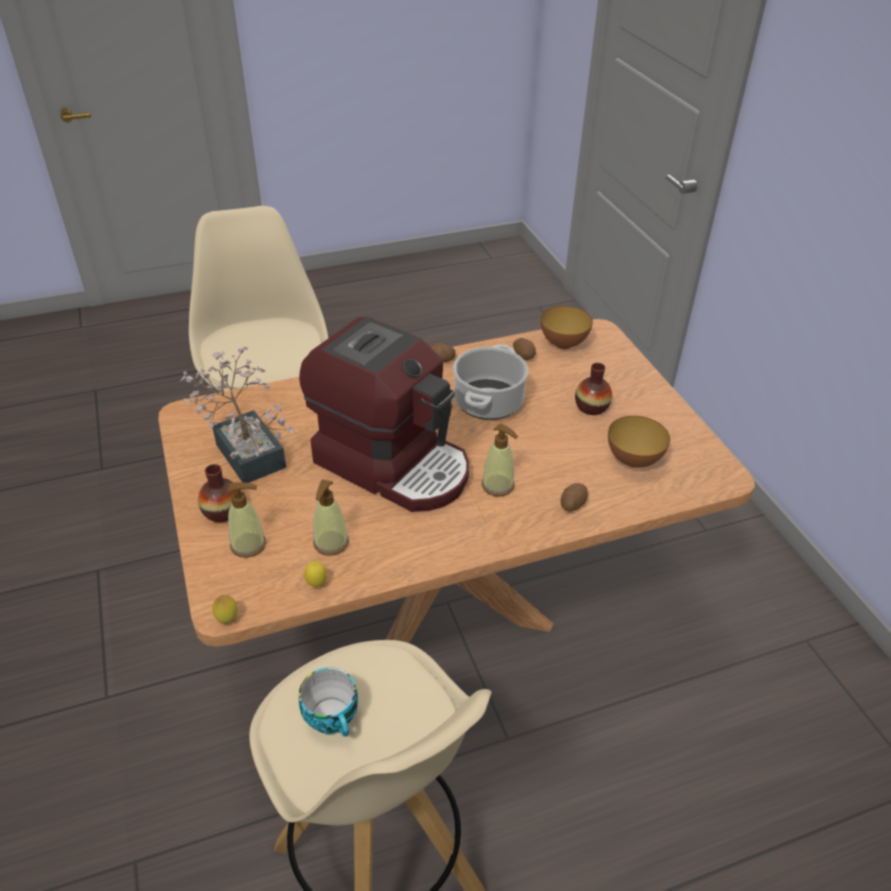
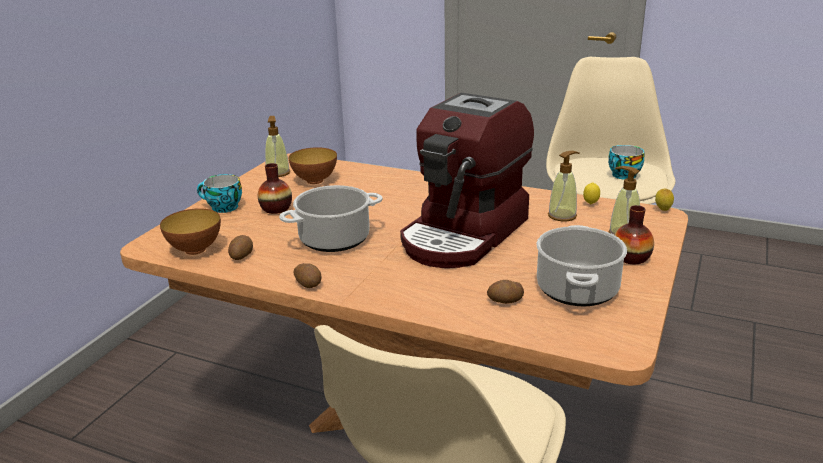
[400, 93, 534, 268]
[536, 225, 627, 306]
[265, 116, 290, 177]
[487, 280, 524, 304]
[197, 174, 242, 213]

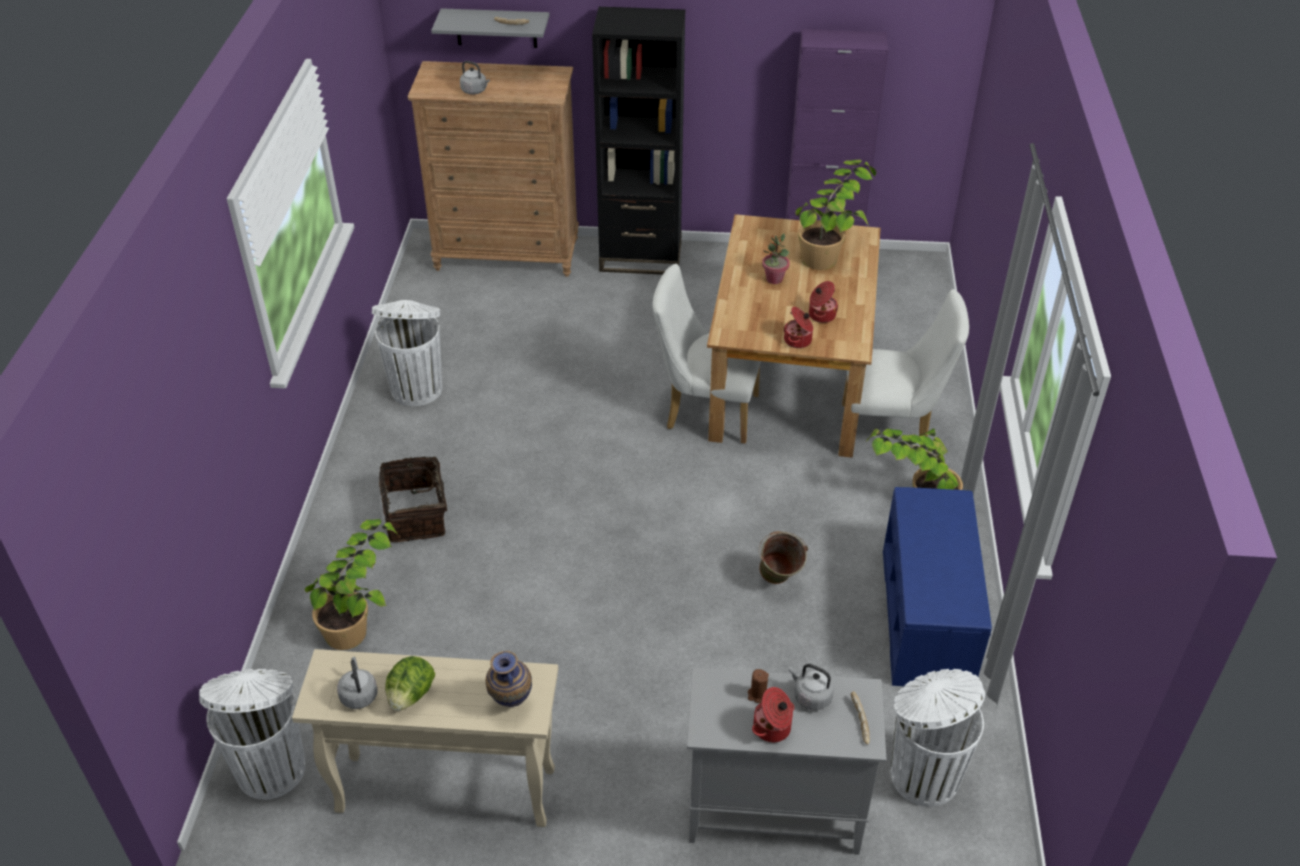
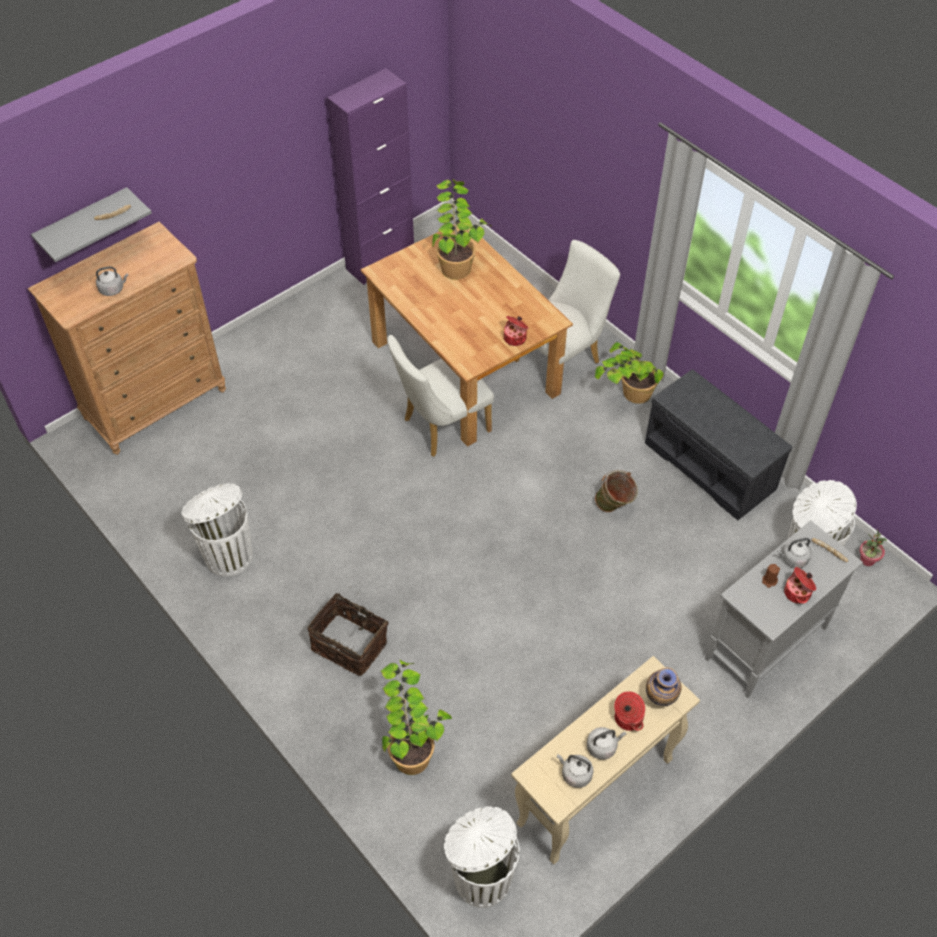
[592, 7, 686, 275] (first image)
[860, 529, 887, 566]
[614, 691, 645, 731]
[645, 369, 792, 520]
[587, 727, 626, 760]

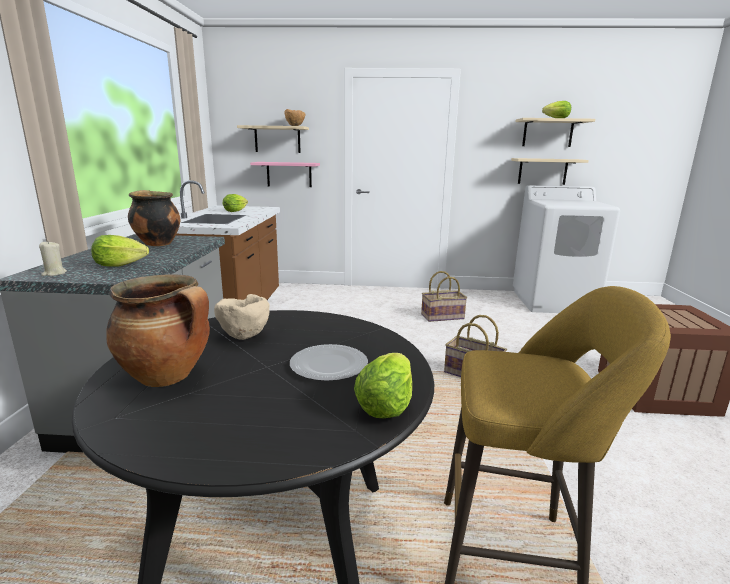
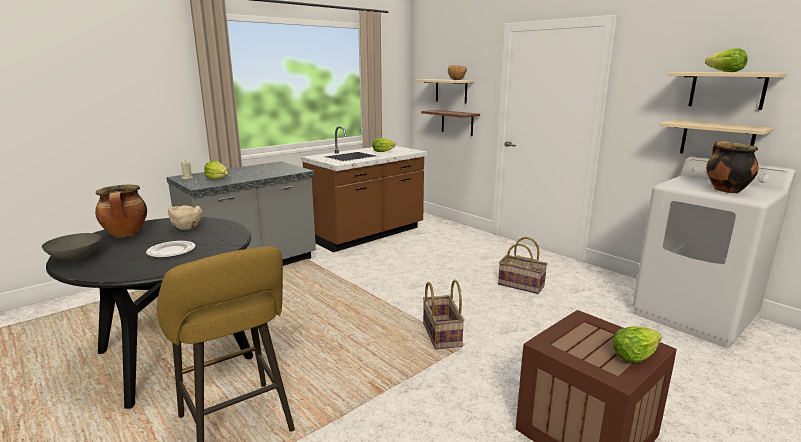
[421, 110, 480, 136]
[706, 141, 759, 193]
[612, 326, 662, 363]
[42, 233, 101, 262]

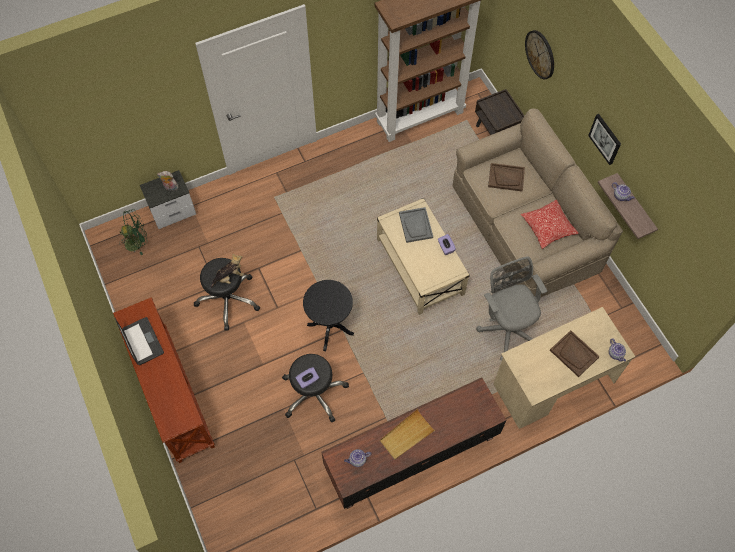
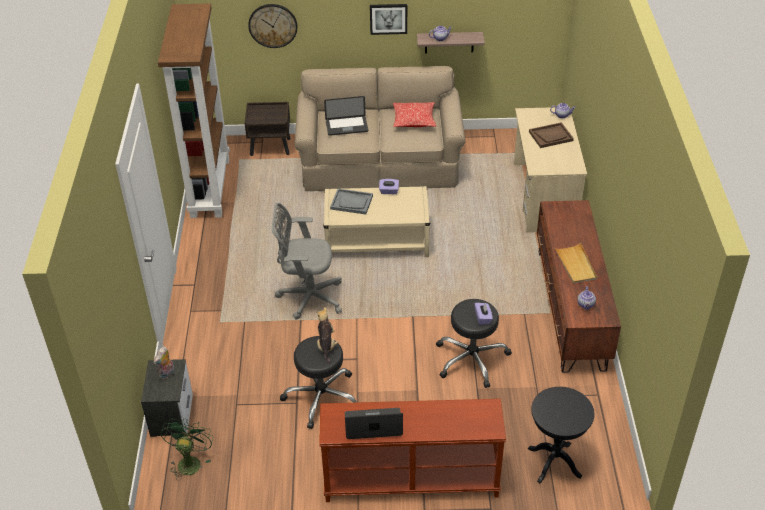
[324, 96, 368, 136]
[272, 203, 342, 320]
[528, 387, 594, 483]

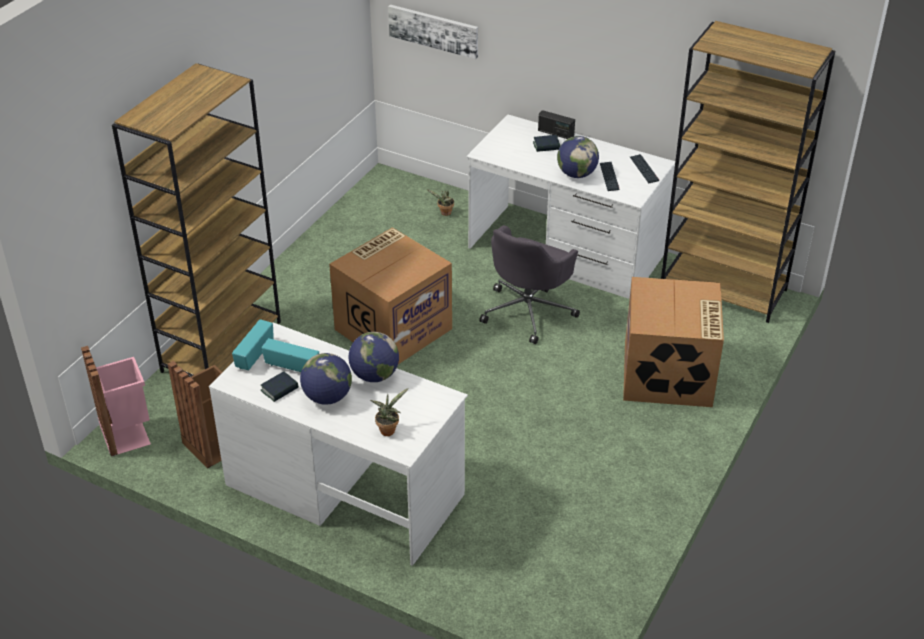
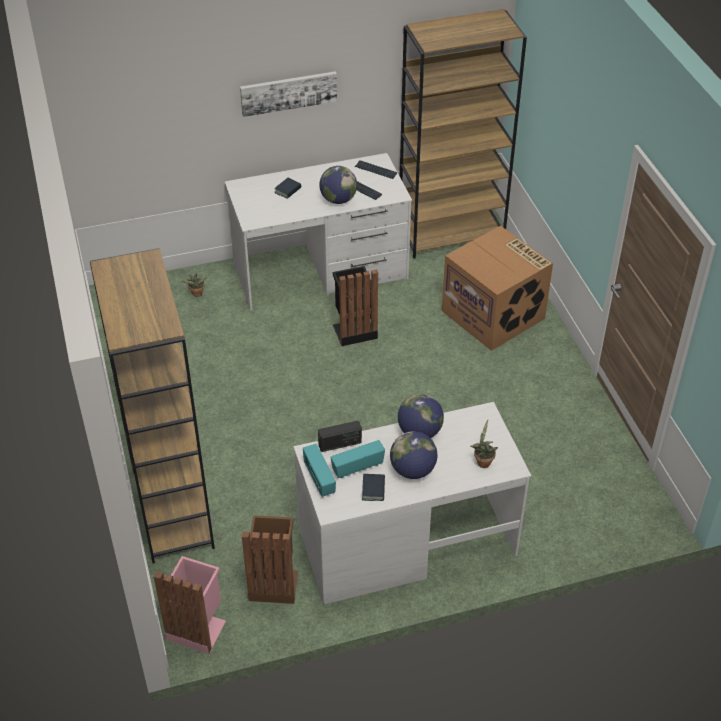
[240, 71, 337, 117]
[318, 421, 362, 452]
[333, 266, 378, 346]
[329, 227, 452, 364] (first image)

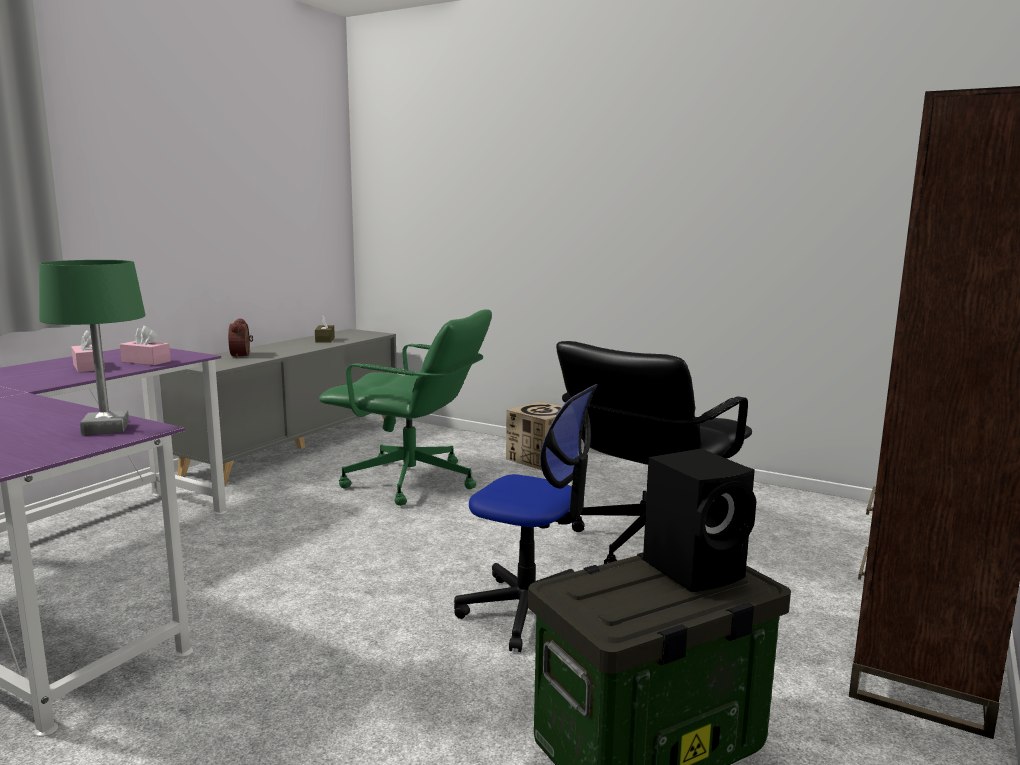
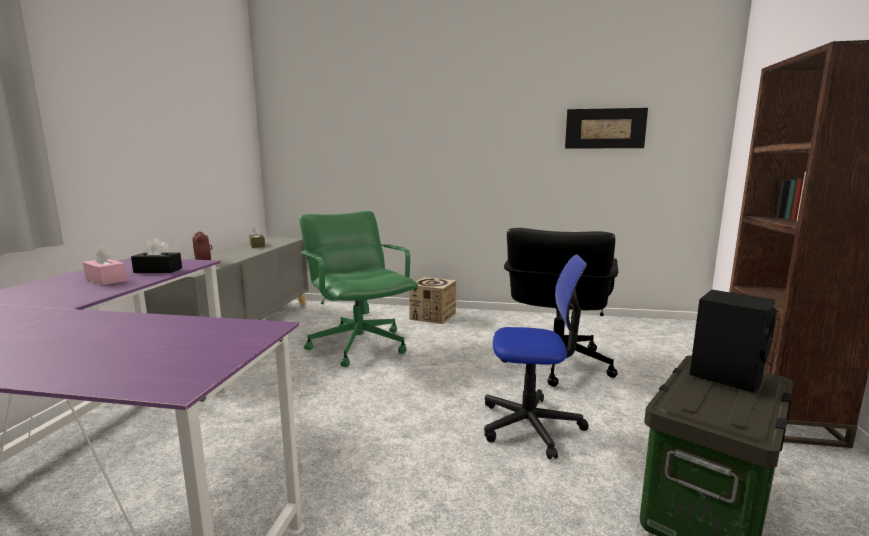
[39, 260, 145, 436] (first image)
[299, 211, 418, 367]
[131, 238, 182, 273]
[565, 108, 648, 149]

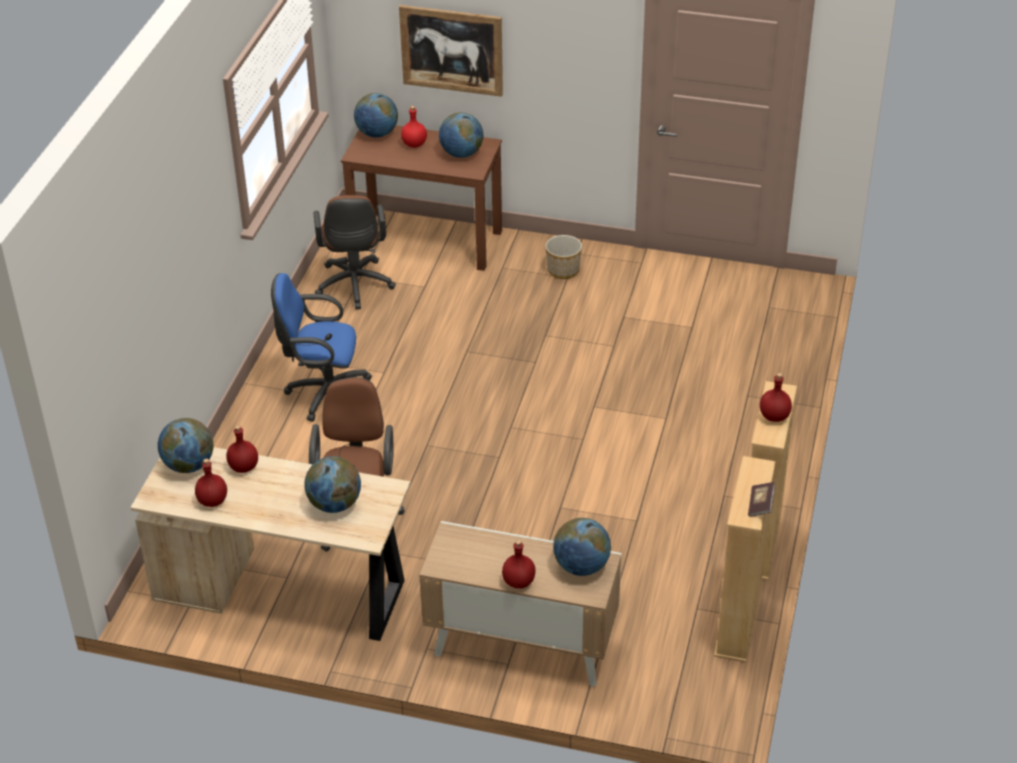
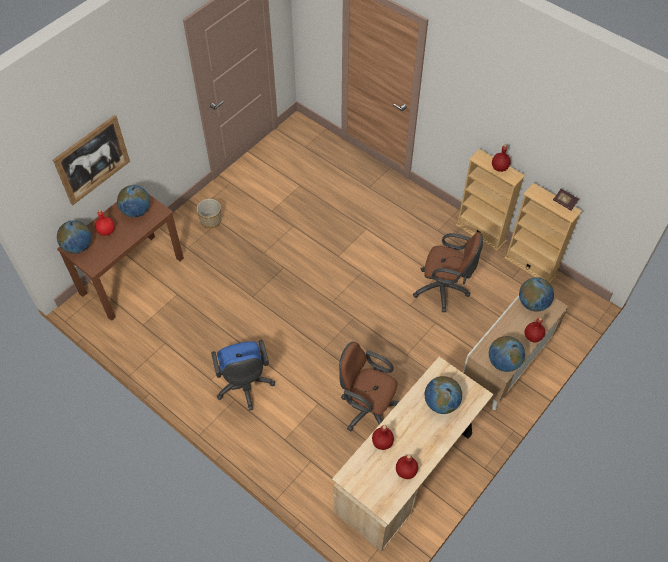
[413, 232, 483, 312]
[211, 340, 275, 411]
[489, 336, 525, 372]

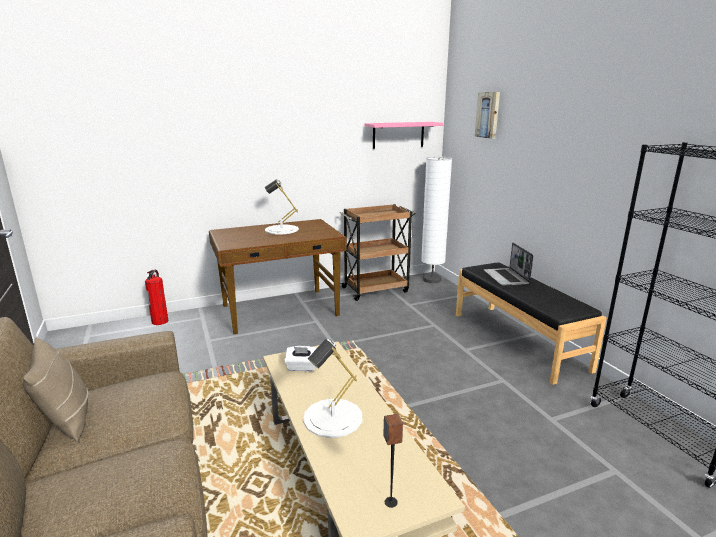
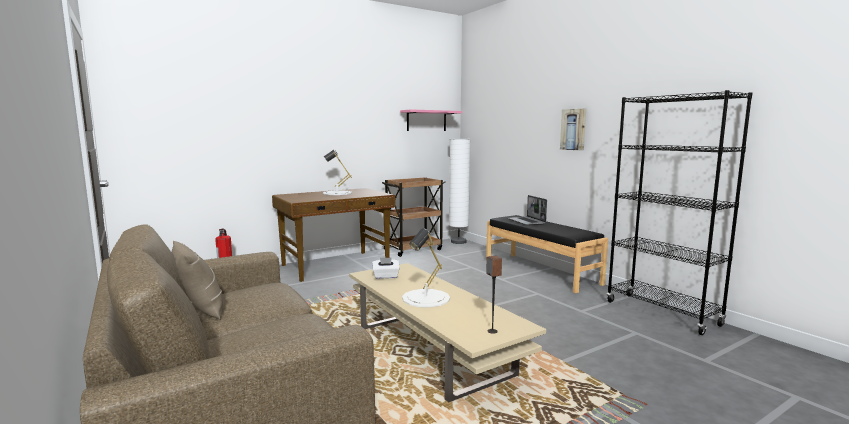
[560, 109, 586, 150]

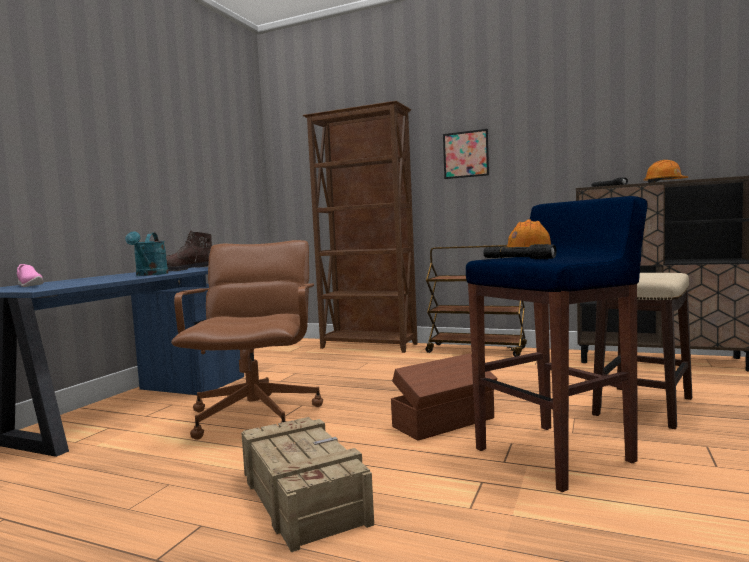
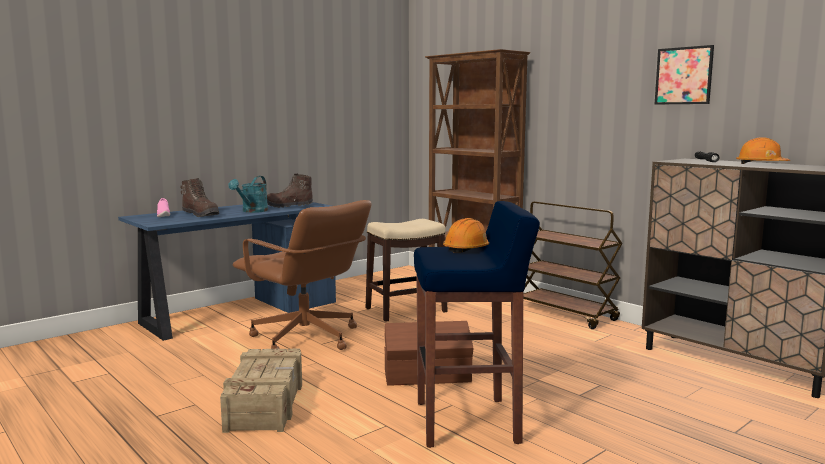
[655, 45, 714, 105]
[233, 200, 371, 350]
[483, 244, 556, 259] (first image)
[366, 219, 448, 322]
[180, 178, 219, 217]

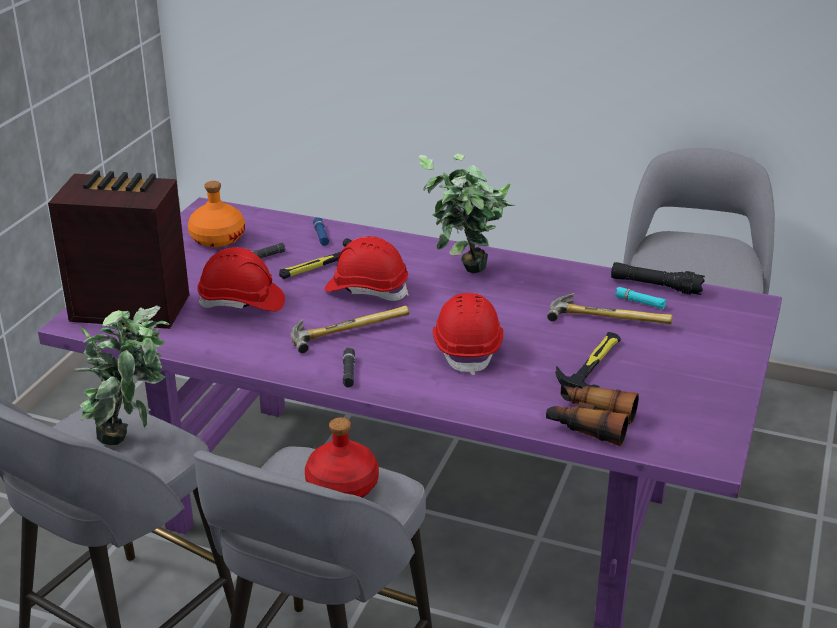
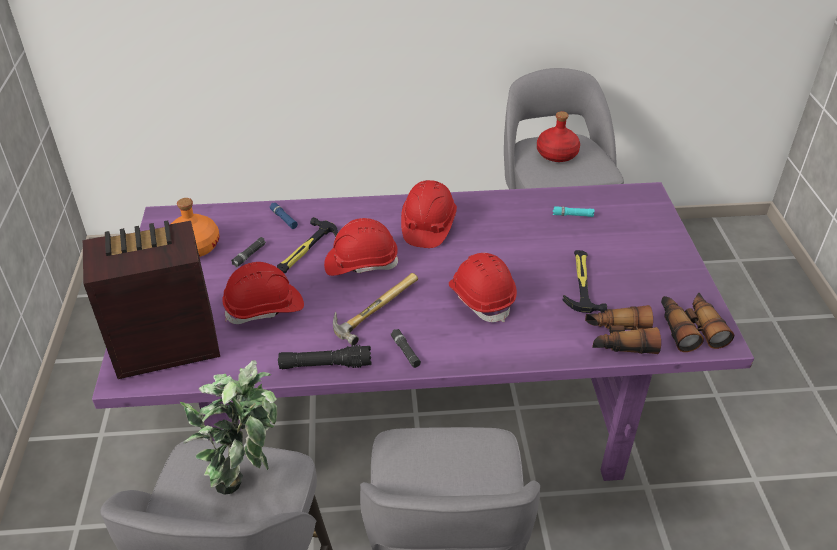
[401, 180, 457, 248]
[278, 345, 372, 369]
[547, 293, 673, 325] (first image)
[537, 111, 580, 162]
[661, 293, 734, 352]

